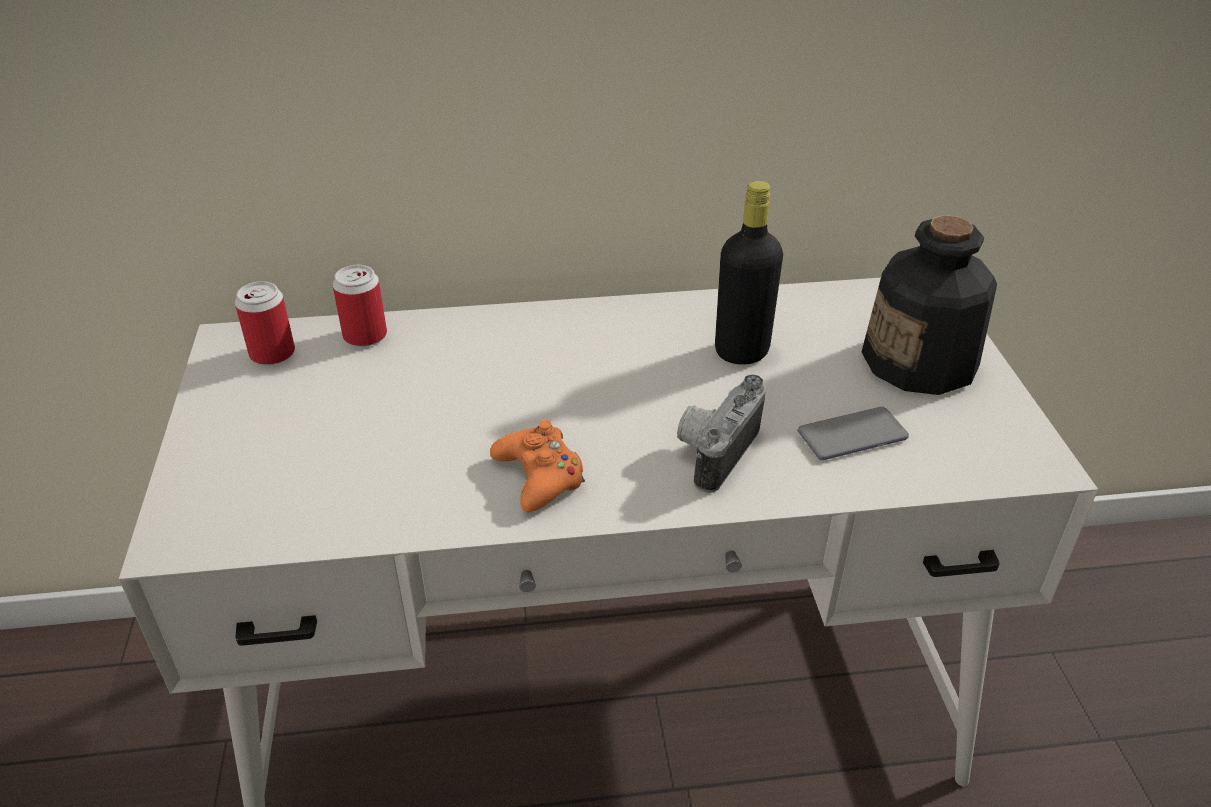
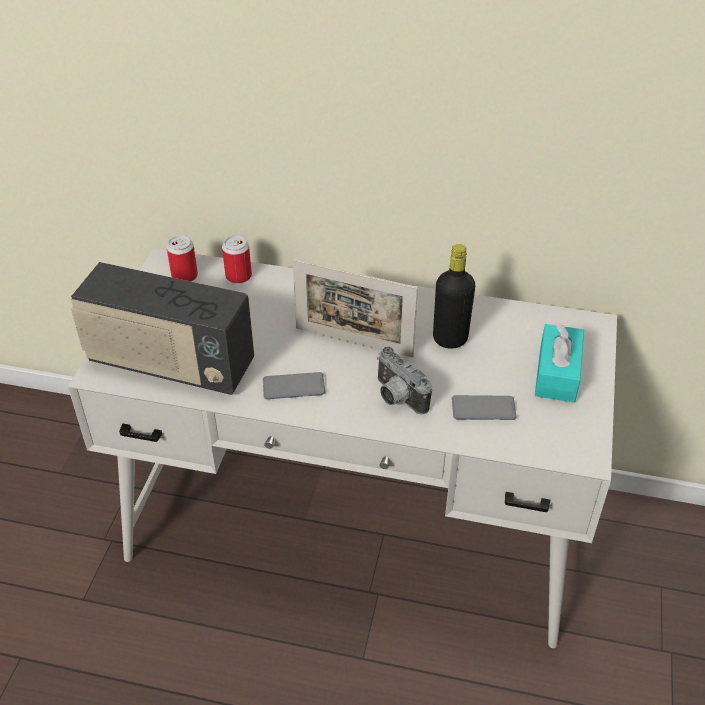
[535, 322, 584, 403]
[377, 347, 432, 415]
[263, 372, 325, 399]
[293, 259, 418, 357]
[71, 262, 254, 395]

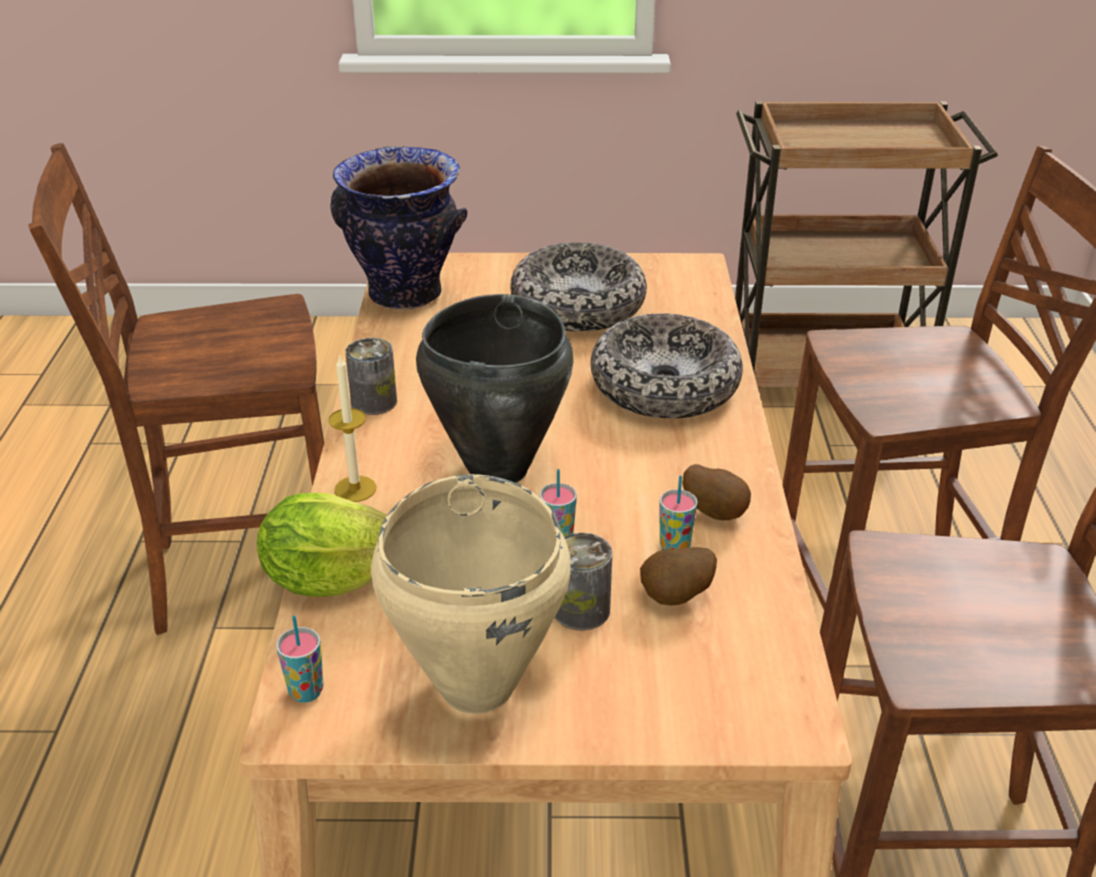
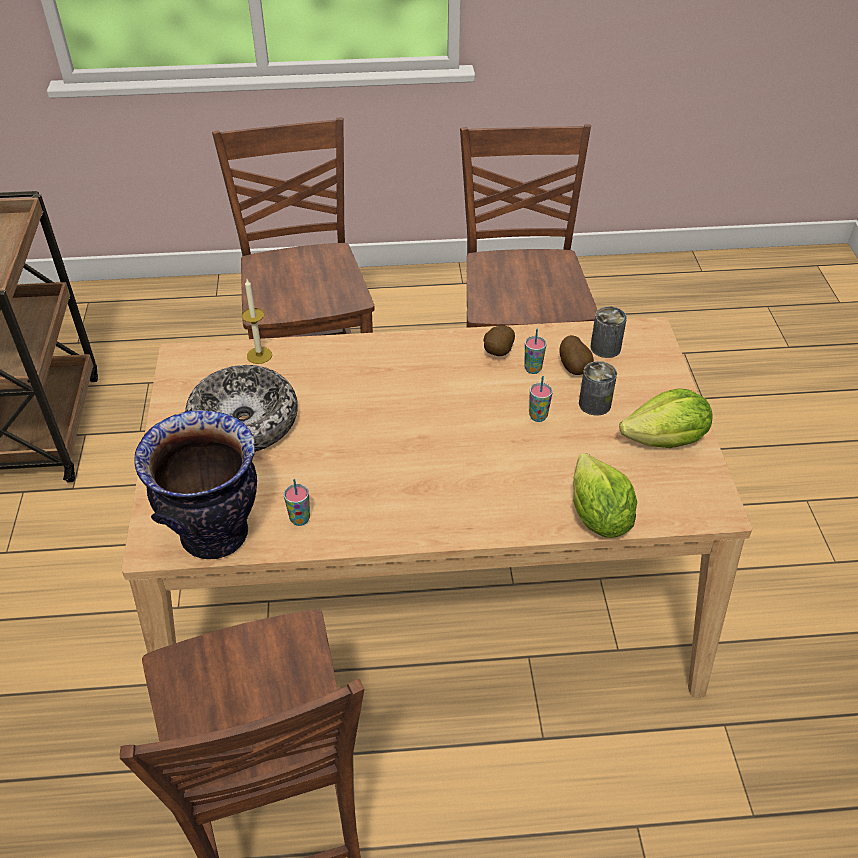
[416, 294, 574, 483] (first image)
[591, 313, 743, 418] (first image)
[590, 307, 627, 358]
[242, 279, 272, 364]
[619, 388, 713, 448]
[284, 479, 310, 526]

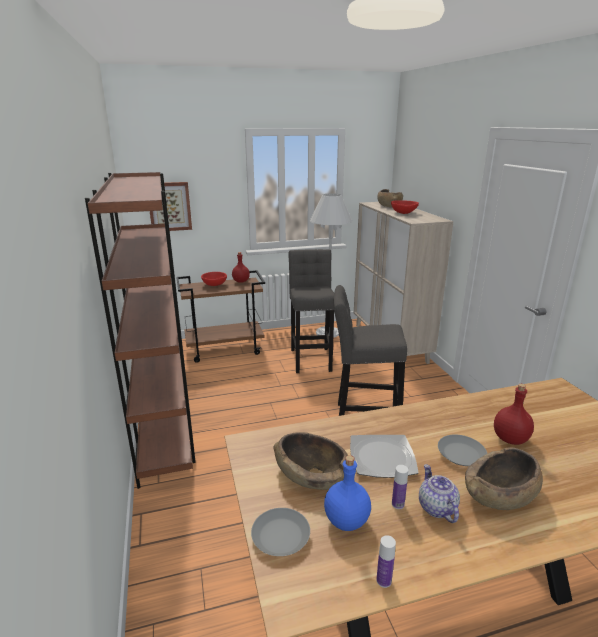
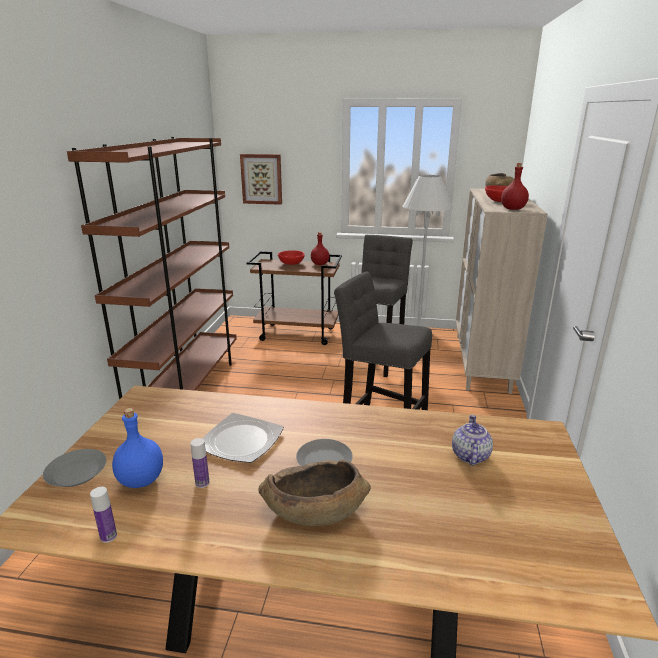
[501, 163, 529, 210]
[273, 432, 348, 490] (first image)
[452, 415, 493, 466]

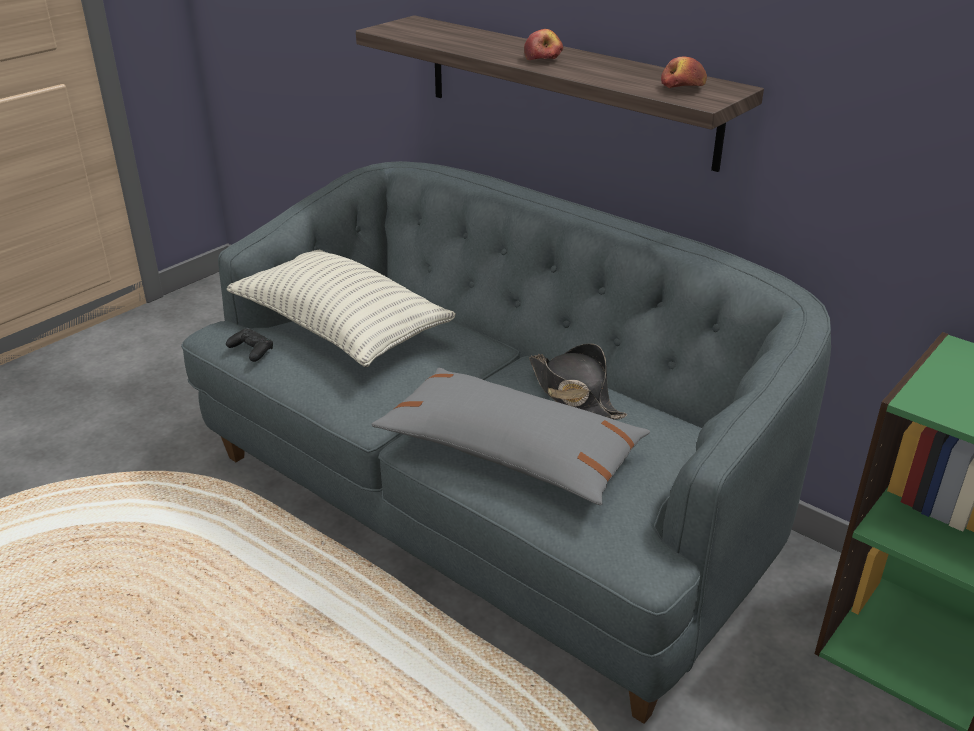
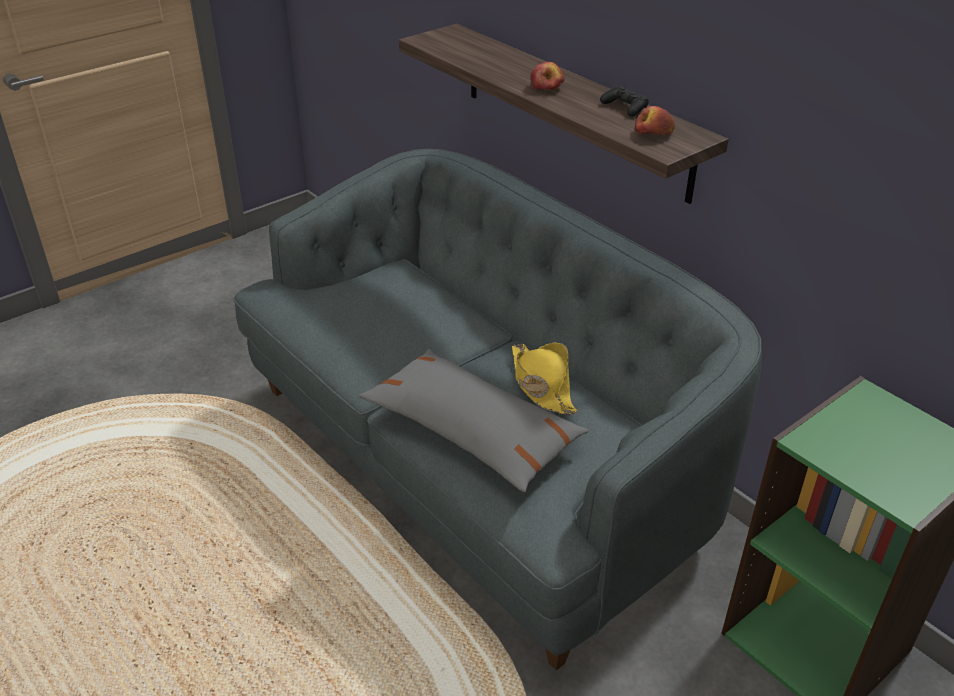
[227, 249, 456, 367] (first image)
[600, 86, 649, 117]
[512, 342, 578, 415]

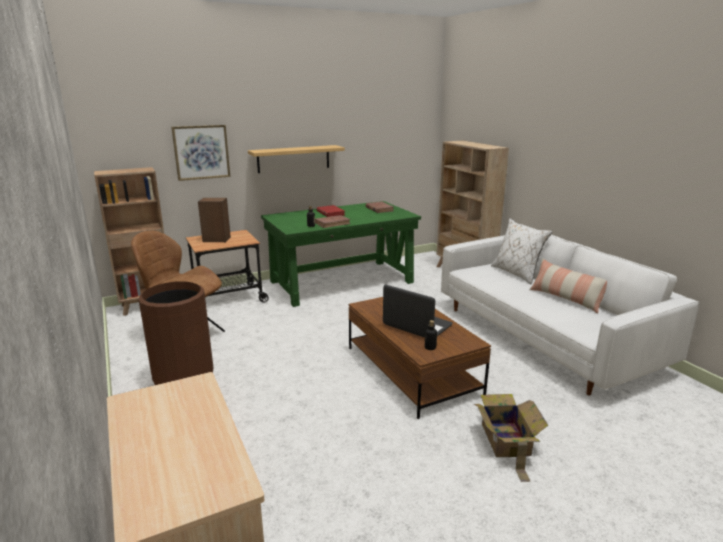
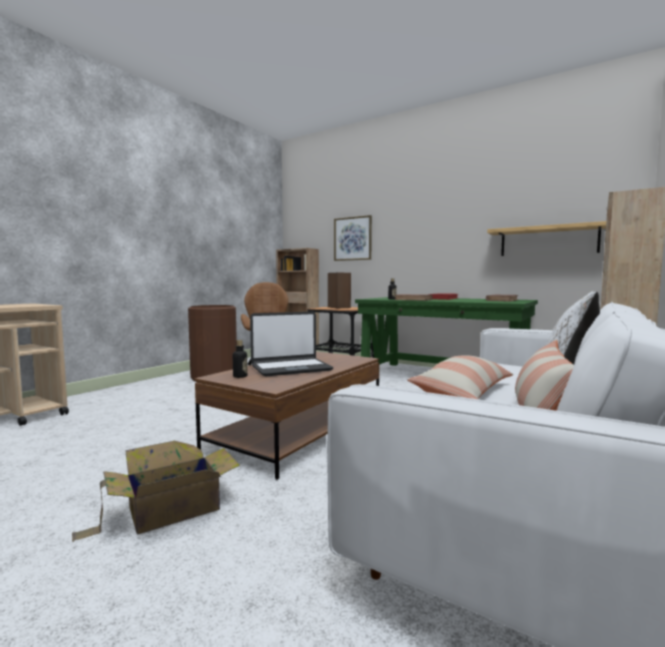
[487, 221, 606, 256]
[250, 312, 333, 376]
[407, 355, 513, 399]

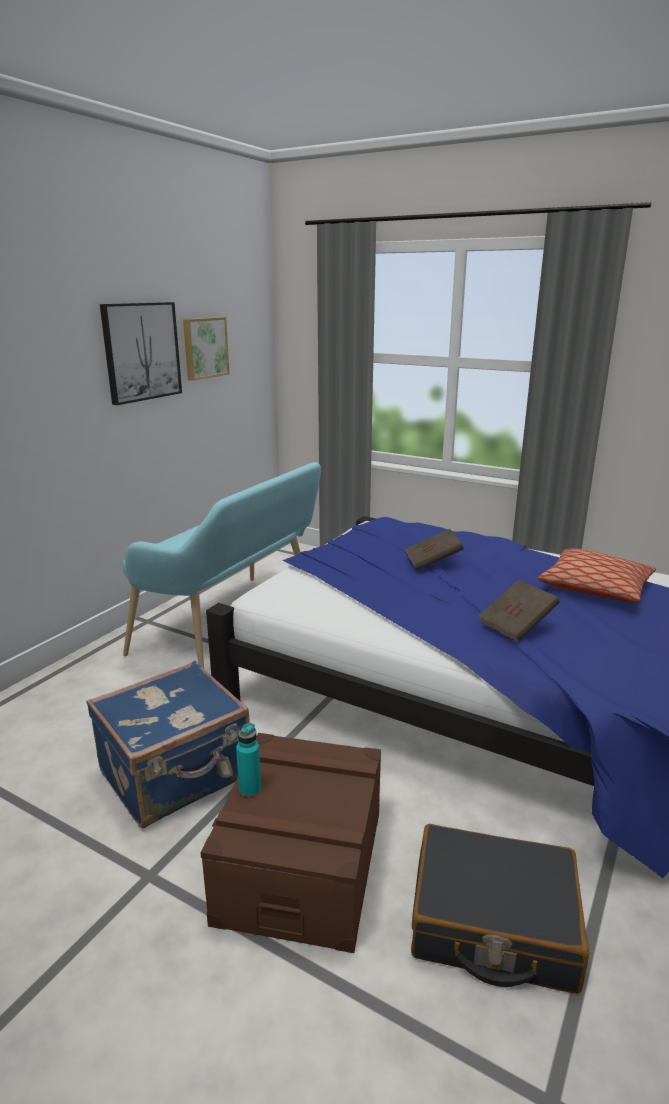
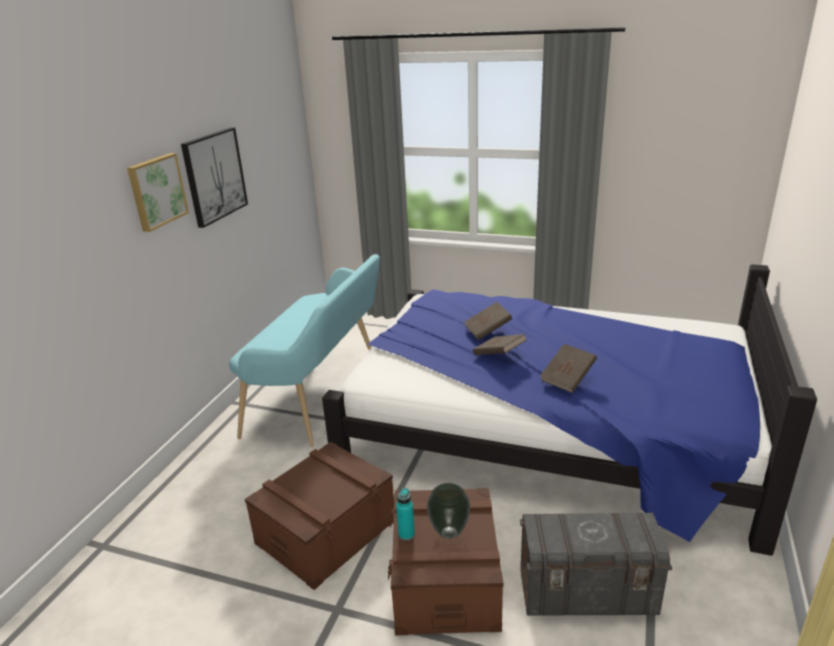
[127, 153, 189, 232]
[538, 549, 656, 603] (first image)
[245, 442, 394, 590]
[520, 513, 672, 616]
[473, 334, 527, 355]
[427, 483, 470, 539]

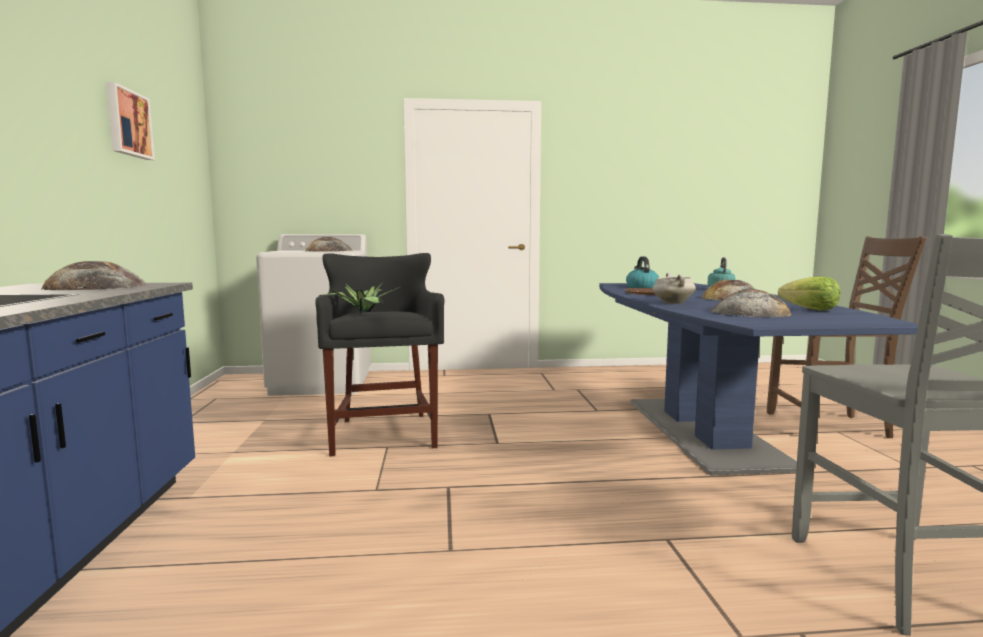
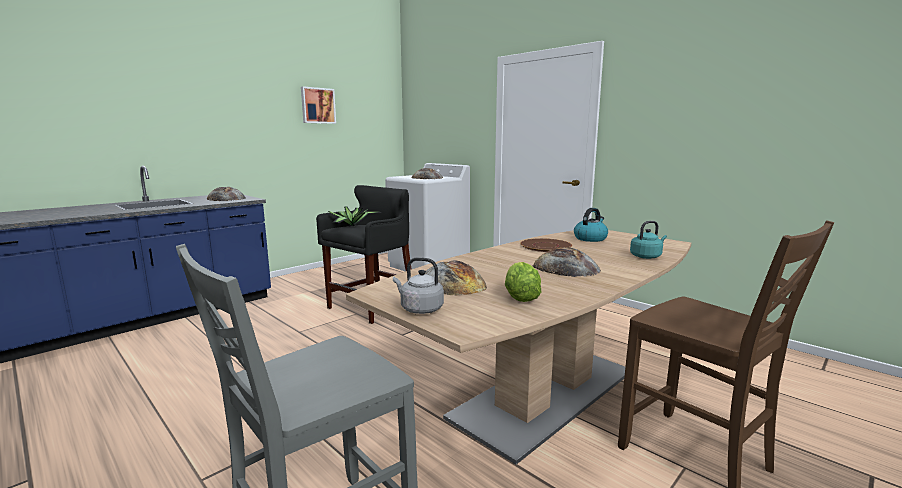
[652, 272, 696, 304] (first image)
[346, 230, 691, 465]
[393, 257, 444, 314]

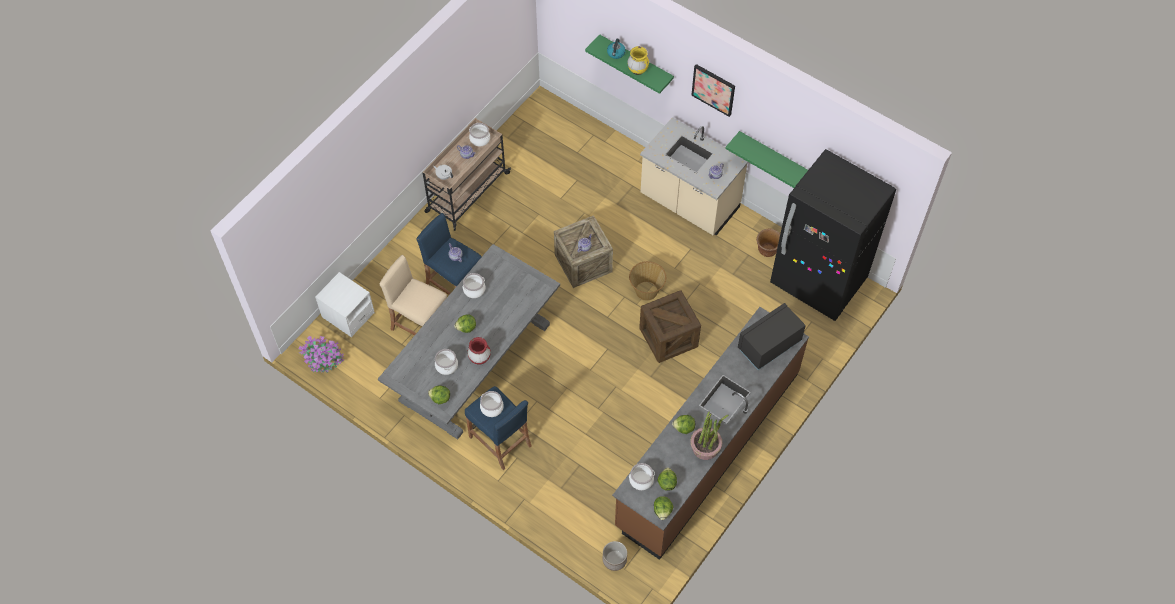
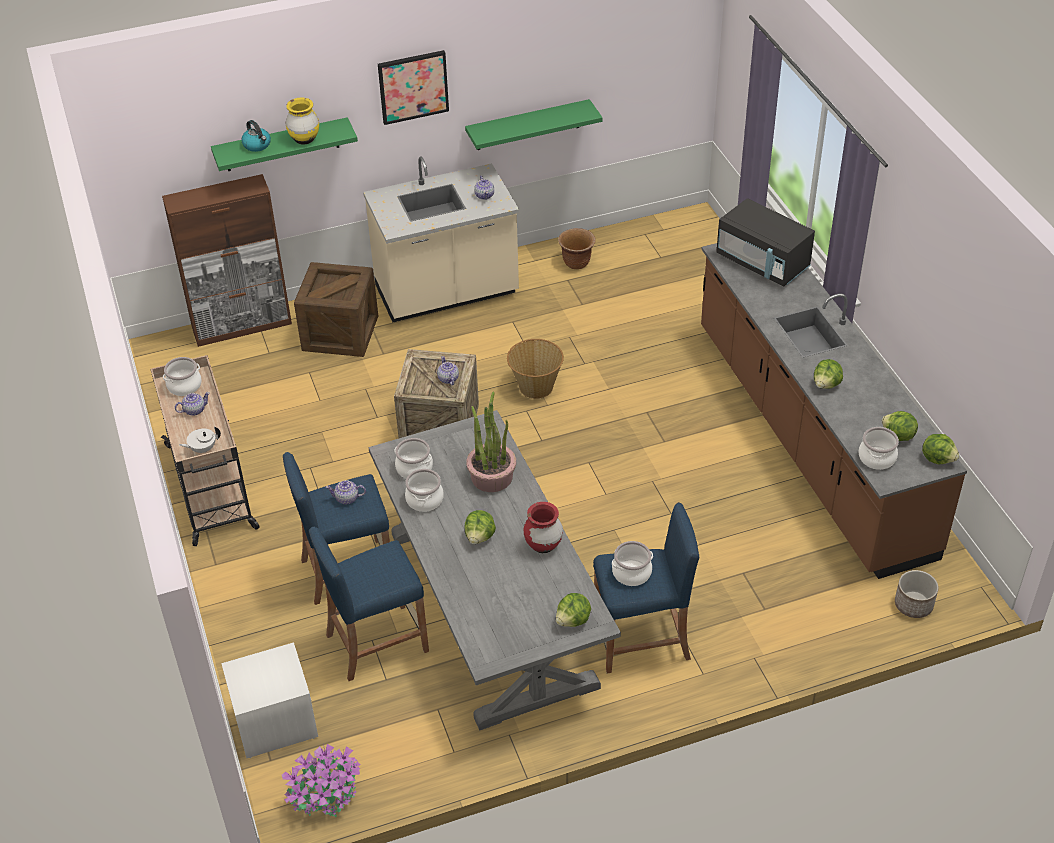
[770, 149, 896, 321] (first image)
[309, 527, 429, 681]
[294, 262, 378, 357]
[716, 198, 815, 287]
[394, 438, 433, 478]
[466, 391, 516, 492]
[162, 174, 292, 347]

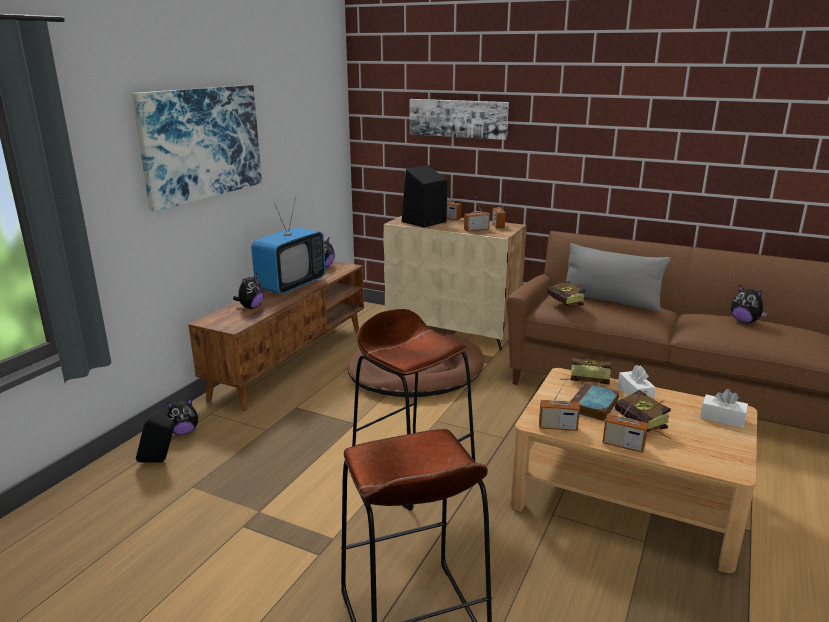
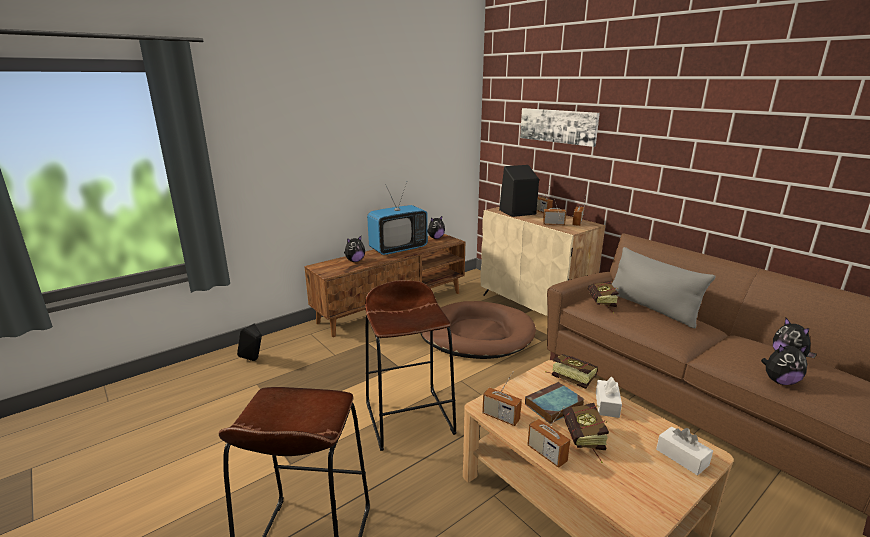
[132, 85, 262, 211] (first image)
[761, 345, 808, 385]

